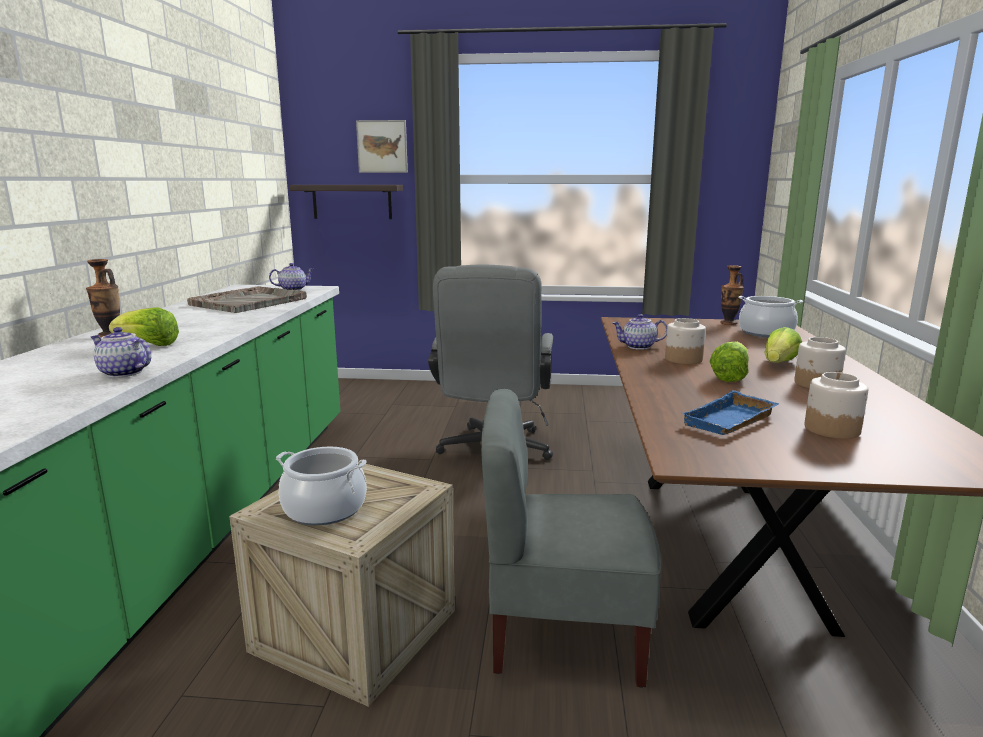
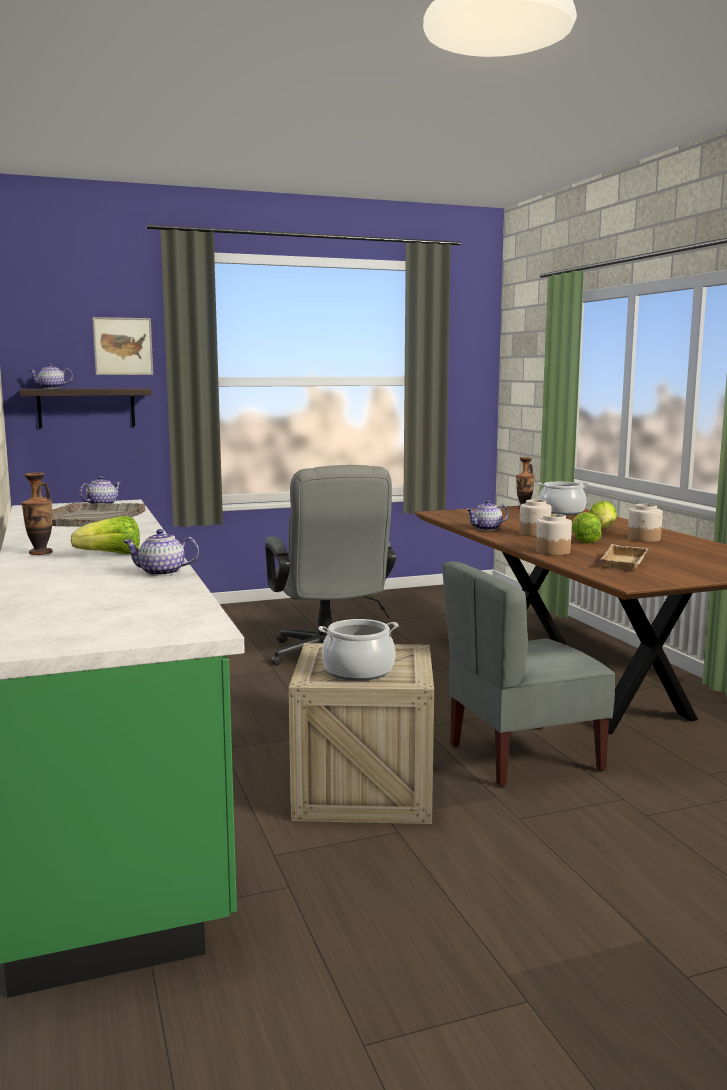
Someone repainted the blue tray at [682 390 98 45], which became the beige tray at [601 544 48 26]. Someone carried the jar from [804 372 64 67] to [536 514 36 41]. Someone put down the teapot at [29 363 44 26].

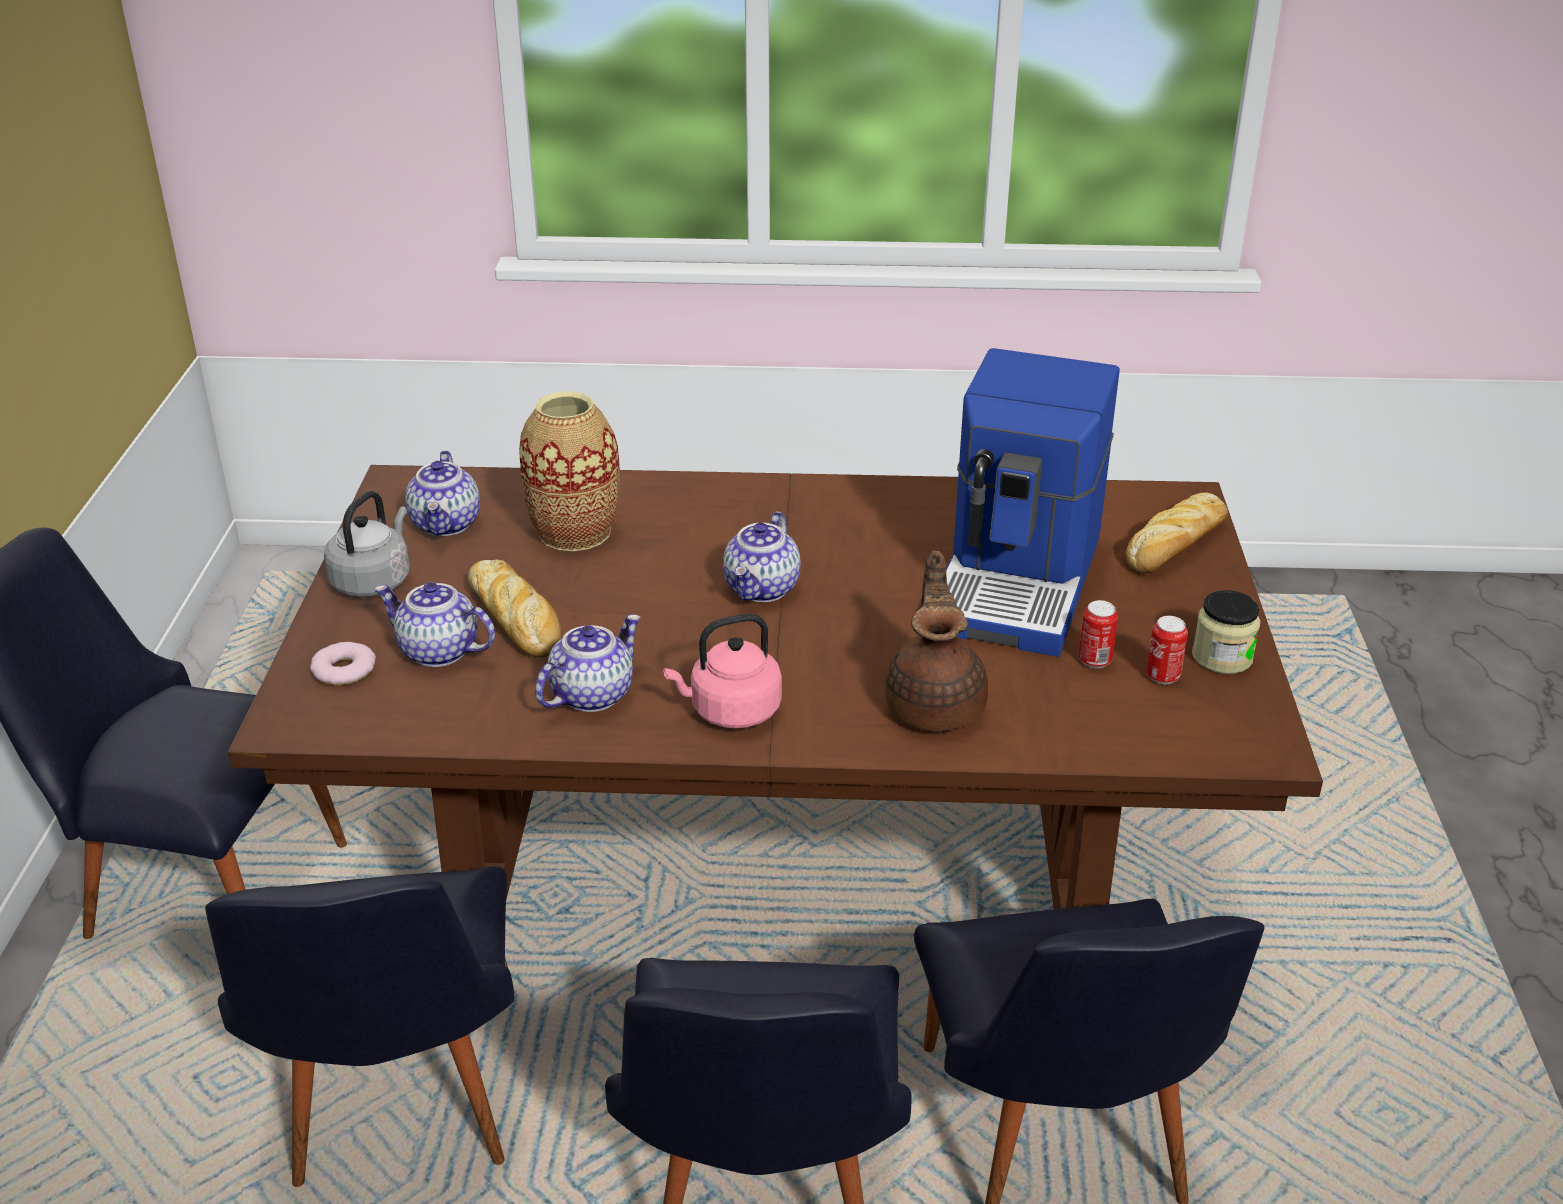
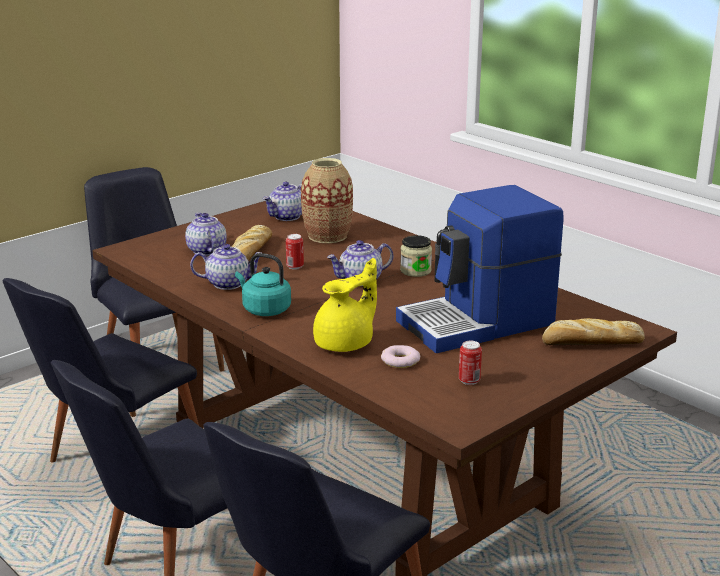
Someone carried the donut from [310 642 66 43] to [381 345 39 23]. Someone took away the grey kettle at [324 491 86 106]. Someone repainted the pink kettle at [663 614 119 115], which became the turquoise kettle at [235 253 56 63]. Someone repainted the brown teapot at [885 551 103 180], which became the yellow teapot at [313 258 64 94]. Someone carried the can from [1078 600 40 68] to [286 234 18 36]. Someone carried the jar from [1192 590 68 84] to [400 235 32 42].

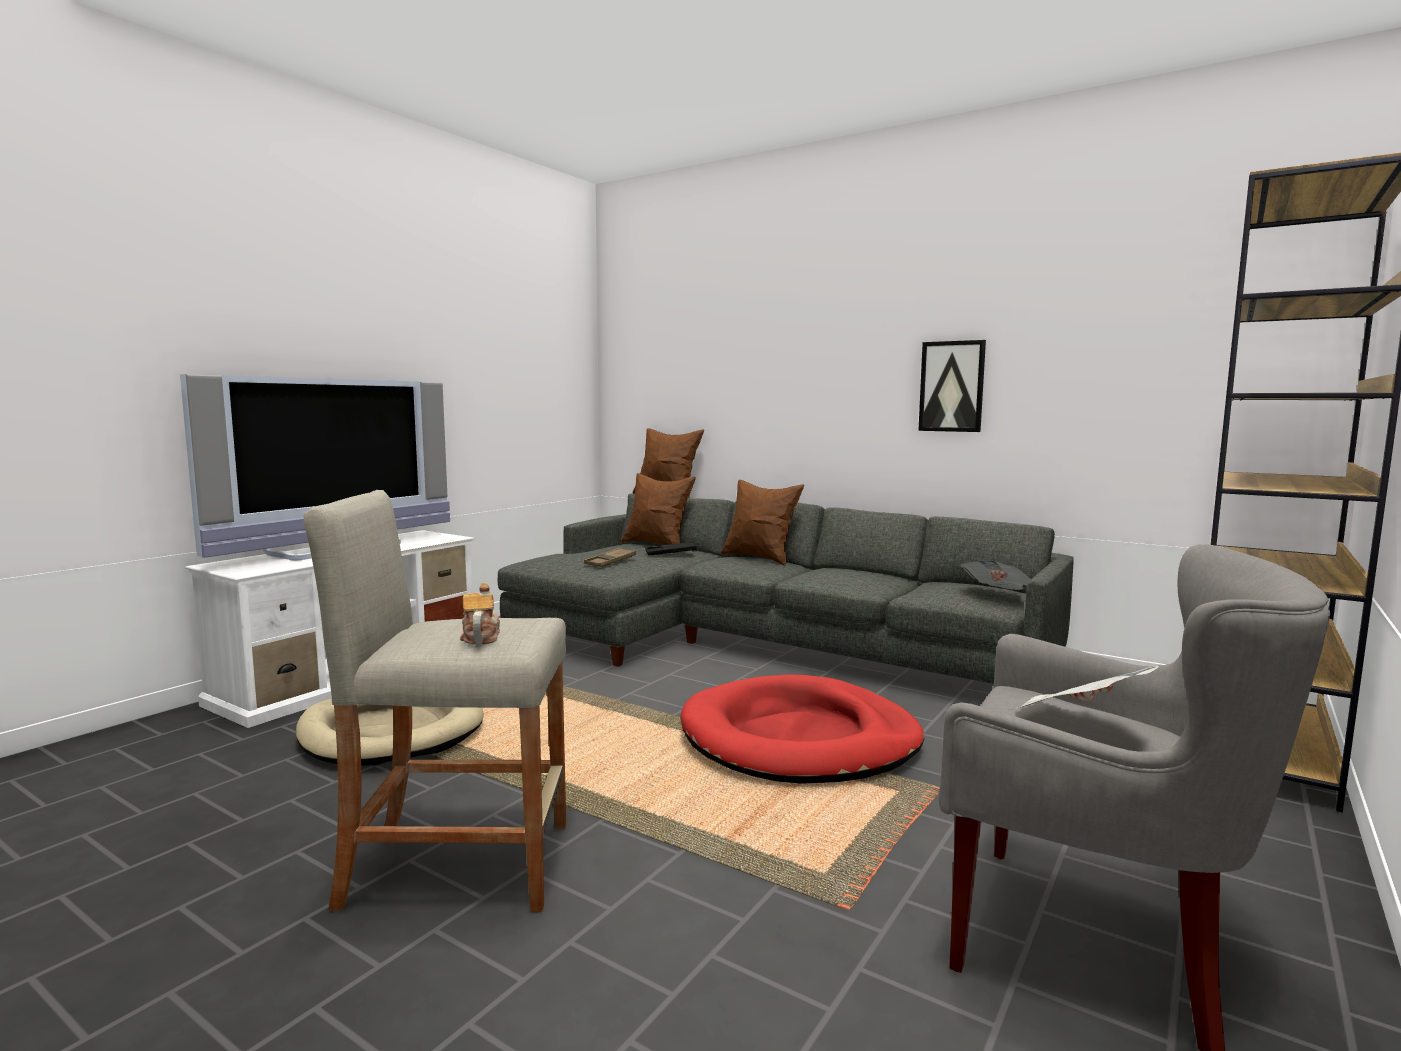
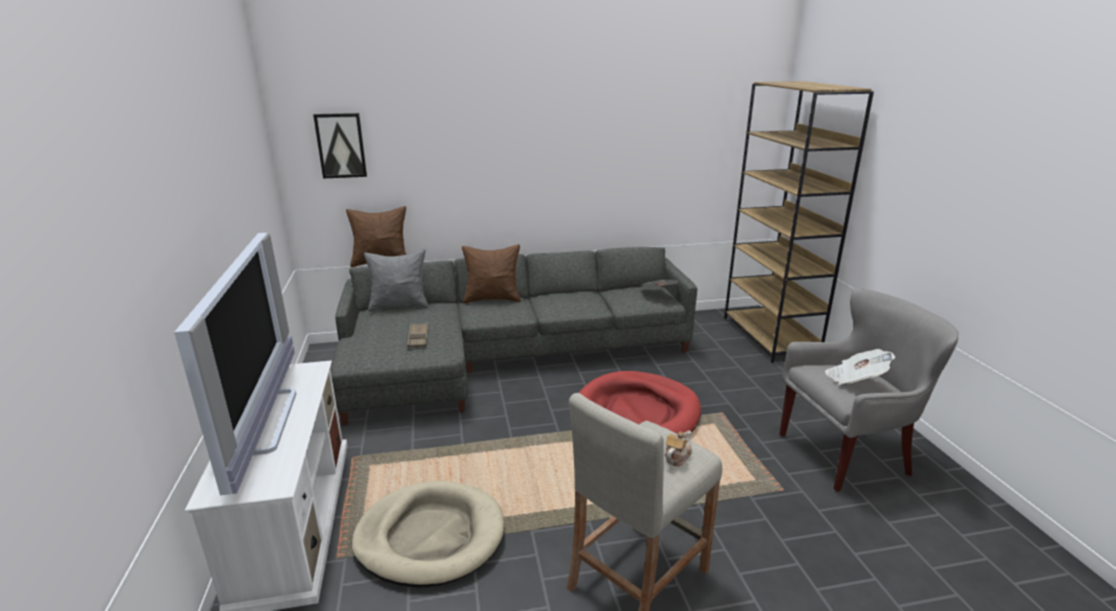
Someone rotated the teapot at [460 583 40 62] by 90 degrees clockwise. Someone repainted the brown pillow at [621 473 75 72], which became the grey pillow at [364 249 65 63]. Someone took away the black tray at [645 542 51 13]. Someone carried the picture from [918 340 68 92] to [313 113 54 66].

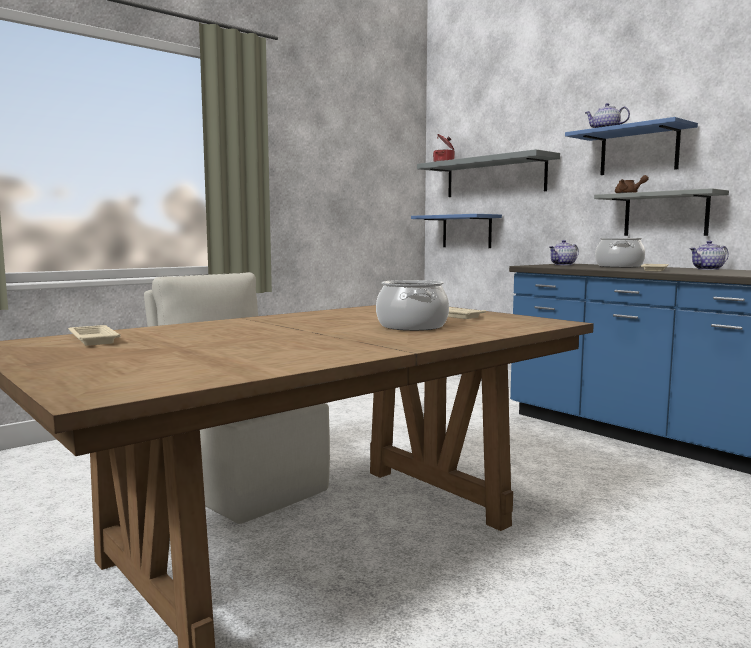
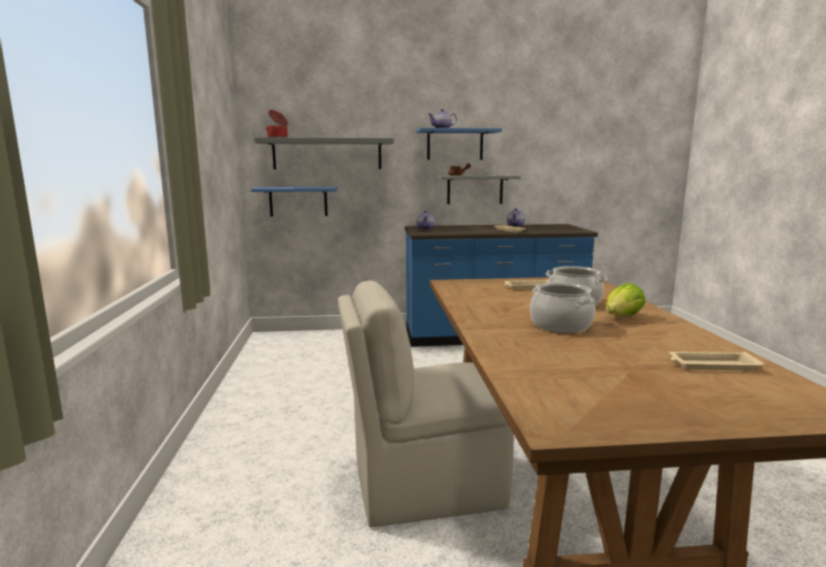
Someone carried the beige tray from [68 325 52 21] to [669 352 96 18]. Someone carried the cooking pot from [595 238 50 30] to [530 283 66 50]. Someone put down the lettuce at [606 283 40 32].

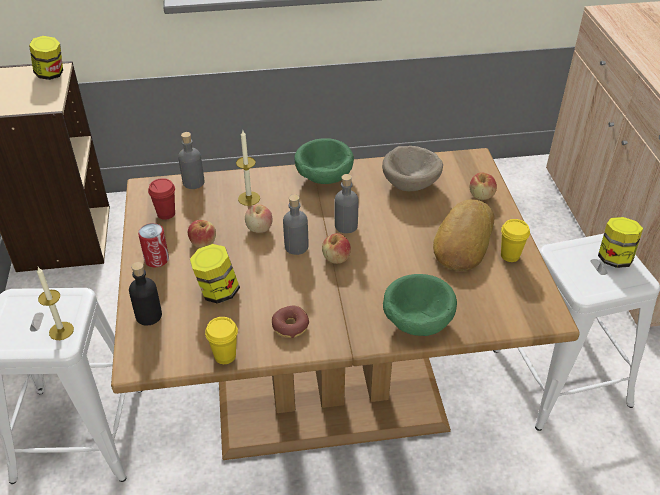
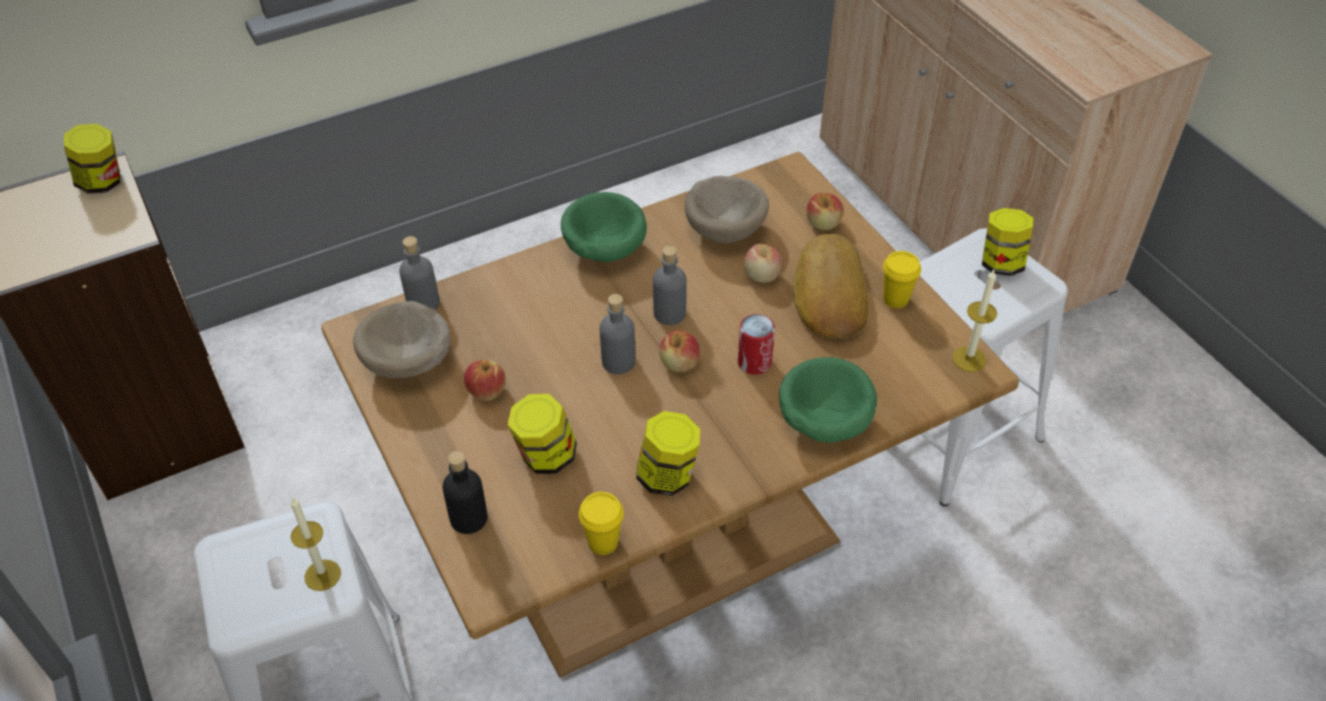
Someone carried the can from [138 223 31 44] to [738 314 37 61]. Someone swapped the red cup at [148 178 27 42] for the beige bowl at [353 301 98 77]. Someone carried the candle from [236 130 24 76] to [952 270 45 102]. Someone carried the apple from [245 204 28 29] to [744 244 38 39]. Someone swapped the donut at [272 306 37 32] for the jar at [636 411 64 85].

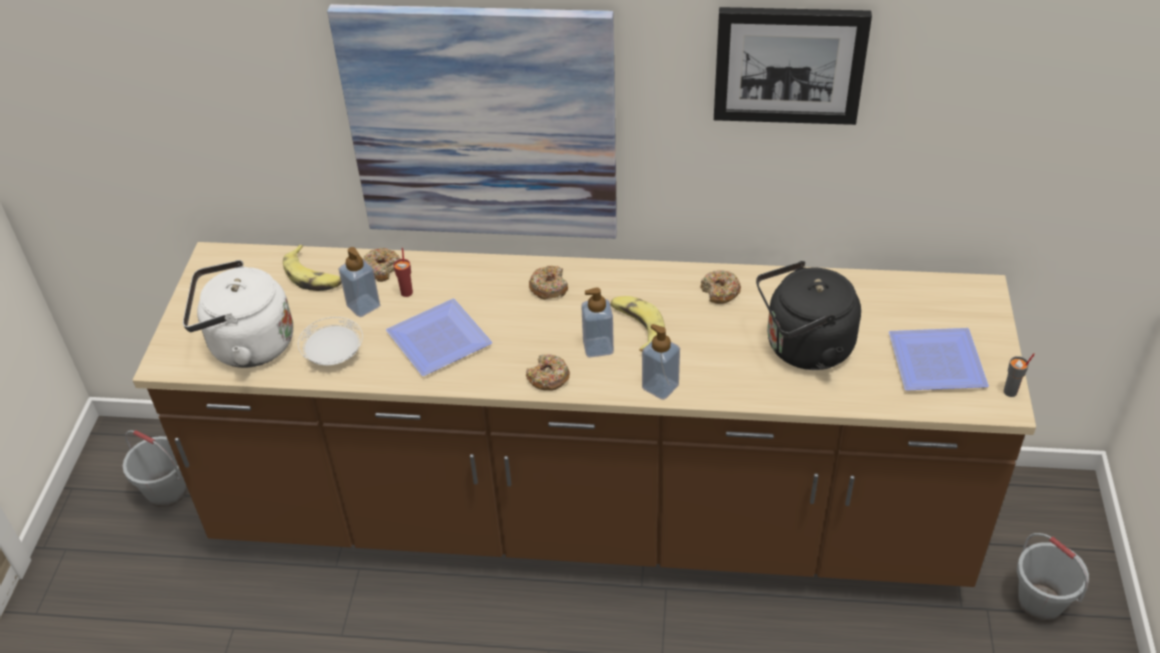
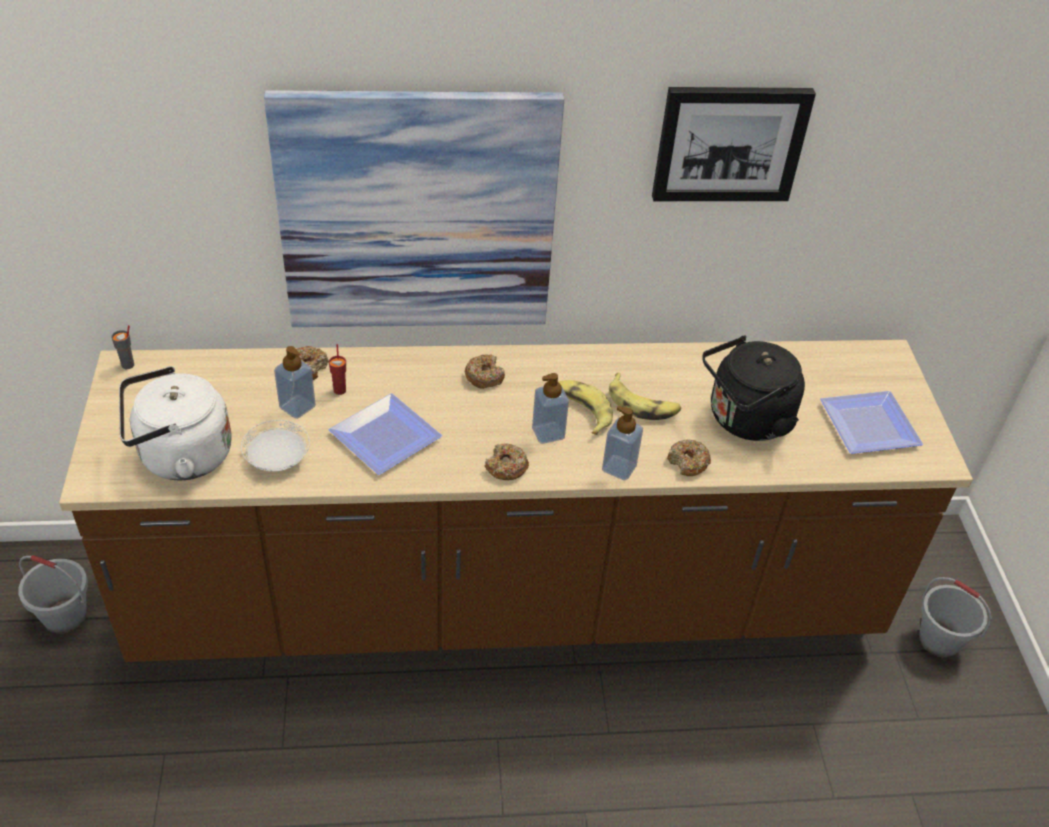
Someone carried the banana from [283 245 59 46] to [609 373 72 47]. Someone carried the donut from [700 270 41 34] to [667 439 44 37]. Someone carried the grey cup from [1004 353 31 44] to [111 325 23 44].

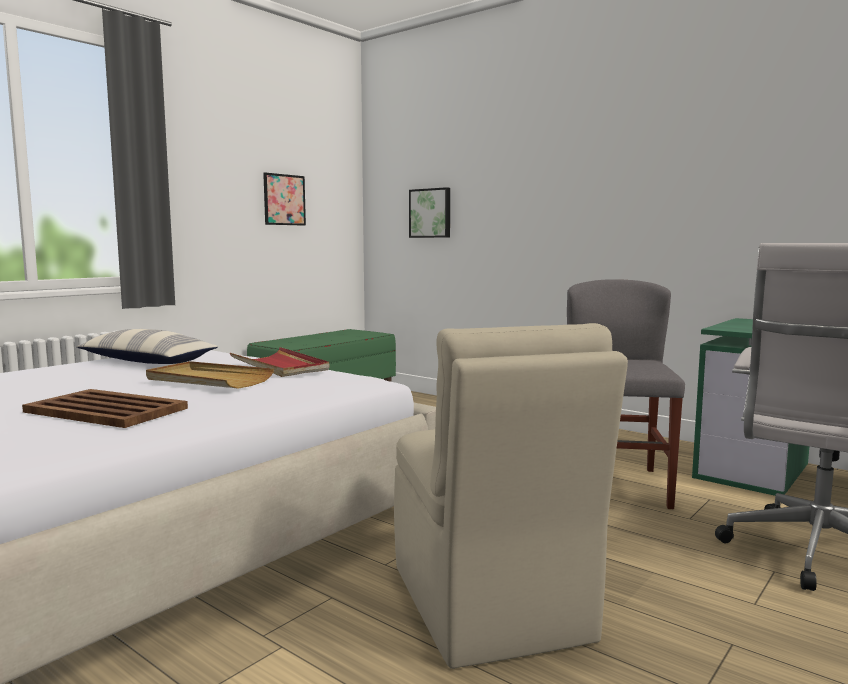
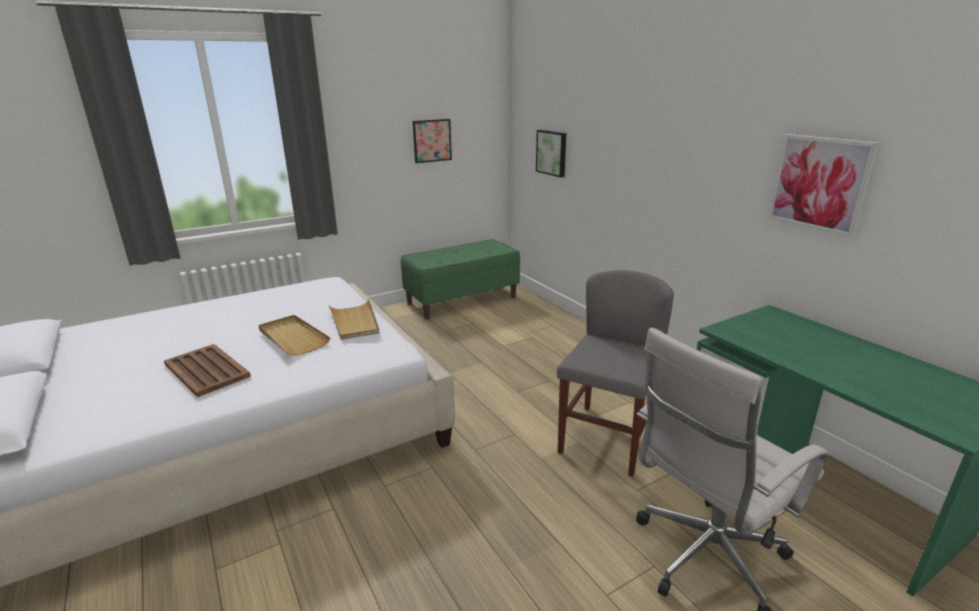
Someone took away the pillow at [77 329 141 35]. Someone repainted the red tray at [230 347 99 30], which became the beige tray at [329 299 51 41]. Someone took away the beige chair at [394 323 234 346]. Someone put up the picture at [768 134 111 104].

